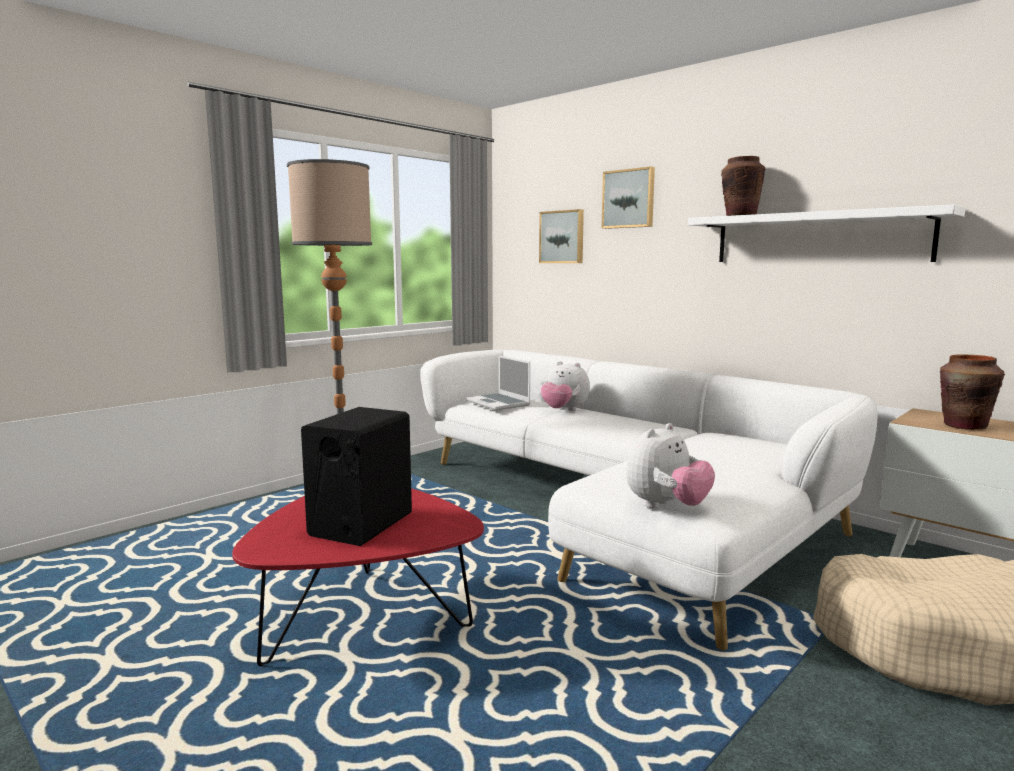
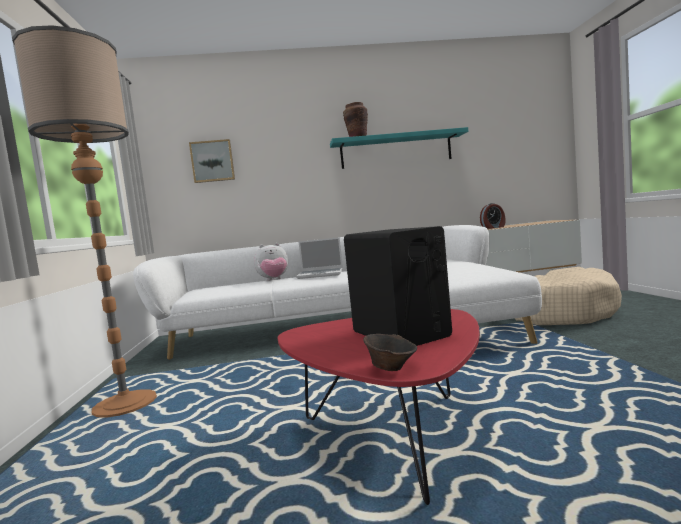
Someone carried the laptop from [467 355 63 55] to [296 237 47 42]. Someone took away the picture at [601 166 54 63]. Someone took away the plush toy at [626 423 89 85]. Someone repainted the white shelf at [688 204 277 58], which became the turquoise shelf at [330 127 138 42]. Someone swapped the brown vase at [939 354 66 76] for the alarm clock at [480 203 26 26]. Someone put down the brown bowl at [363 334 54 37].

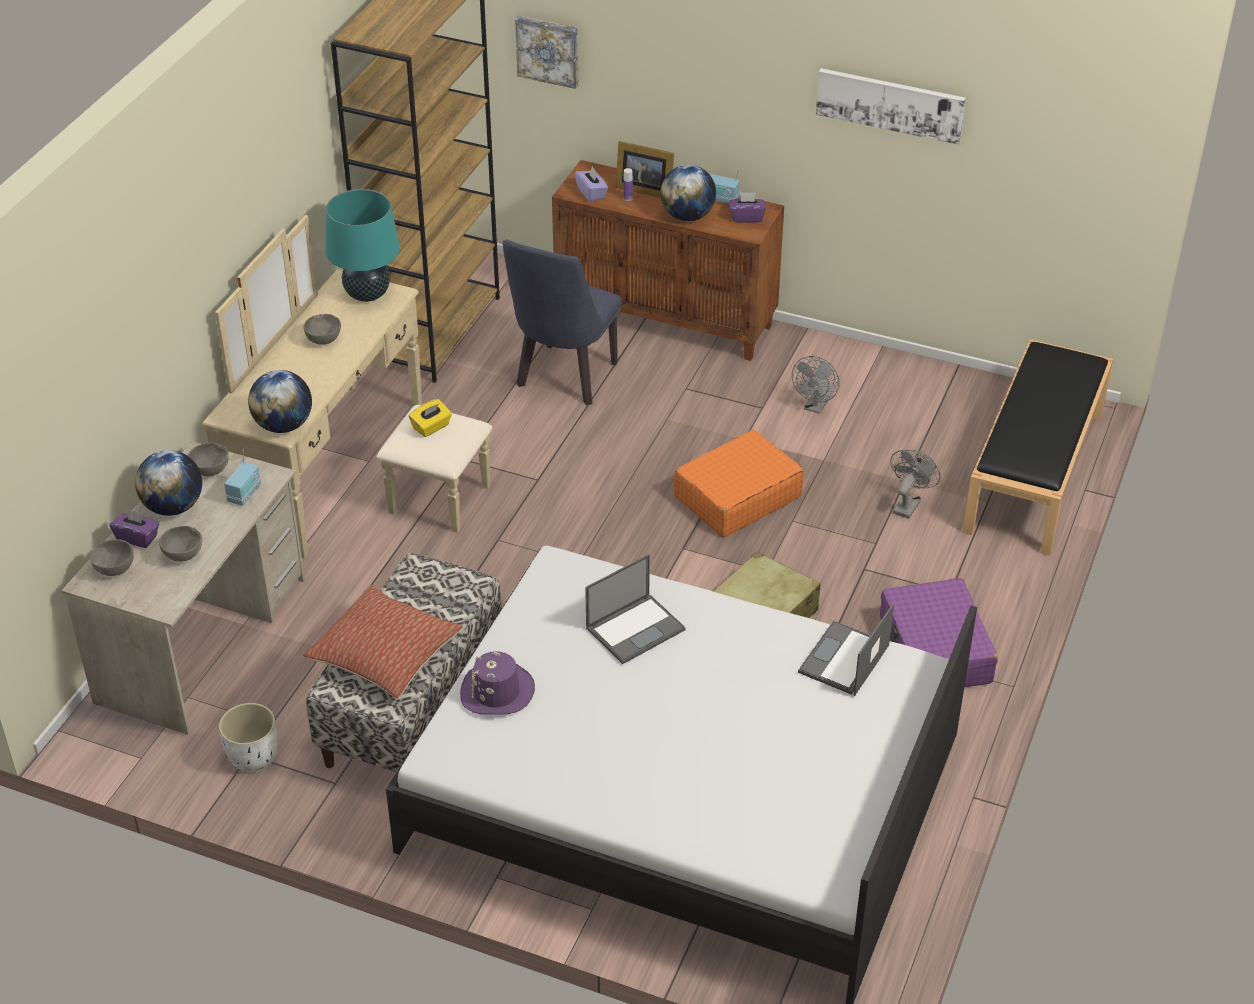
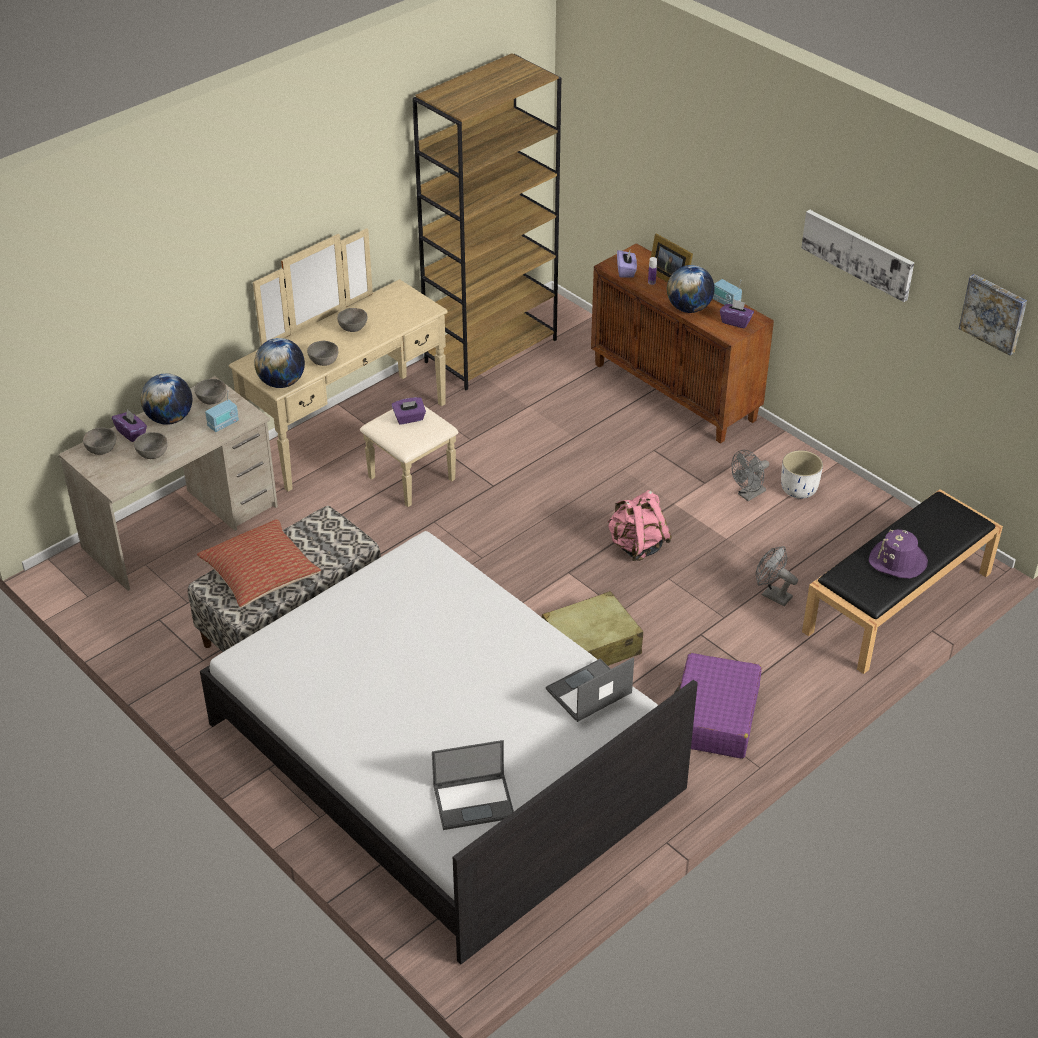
Someone carried the white planter from [219 703 59 68] to [781 450 42 49]. Someone took away the turquoise table lamp at [326 189 74 113]. Someone repainted the yellow tissue box at [409 399 43 38], which became the purple tissue box at [392 397 34 28]. Someone carried the purple hat from [460 651 75 64] to [869 530 59 48]. Someone took away the blue chair at [503 239 119 166]. Someone carried the picture from [515 16 63 73] to [959 274 68 82]. Someone carried the laptop from [585 554 101 110] to [432 740 82 90]. Someone swapped the orange suitcase at [674 430 130 107] for the pink backpack at [608 490 64 71]. Someone rotated the grey fan at [890 450 51 69] by 105 degrees counterclockwise. Someone put down the grey bowl at [307 341 31 25].

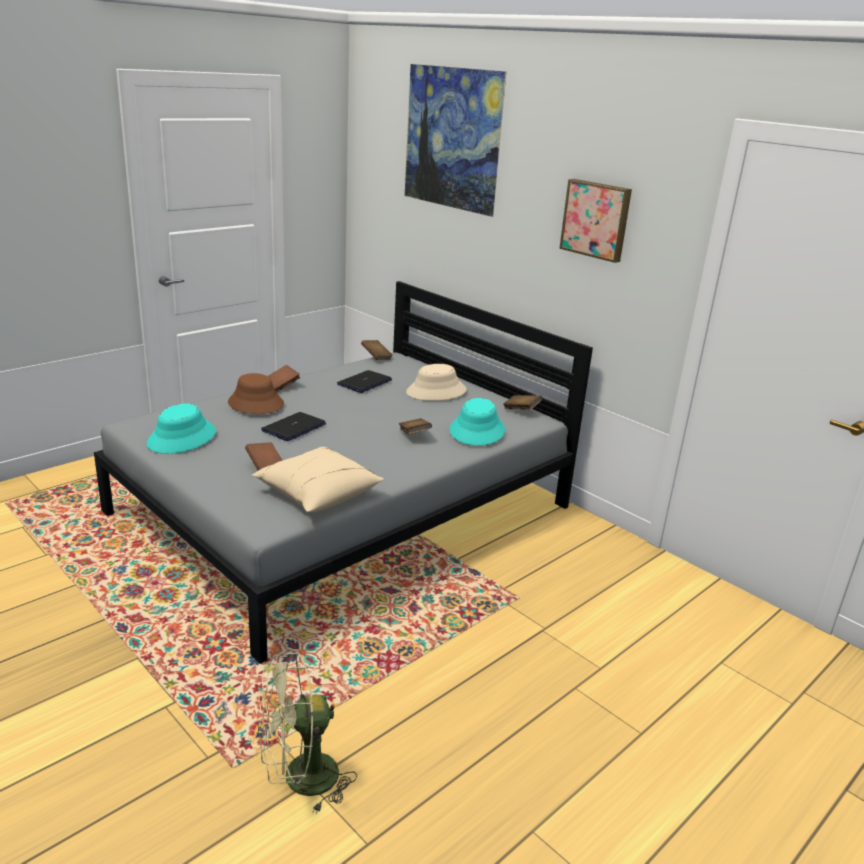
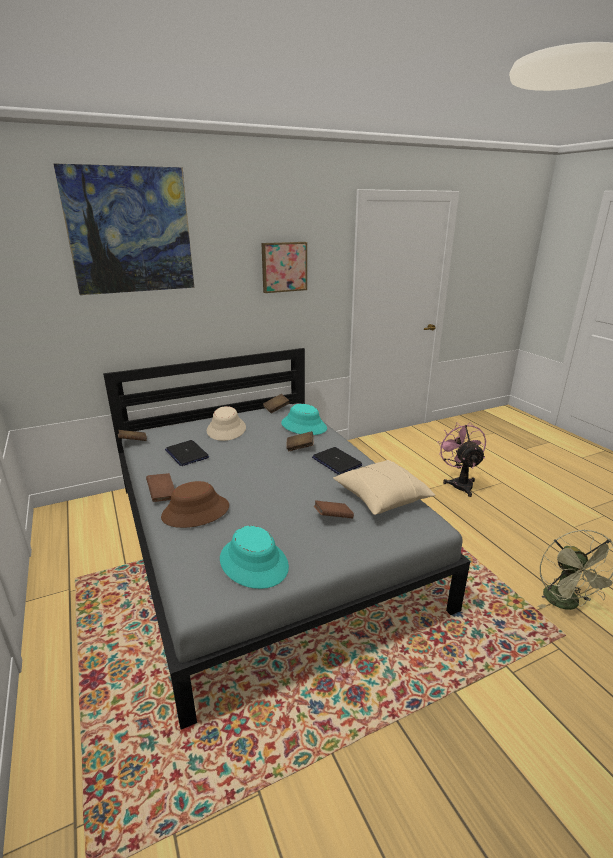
Someone carried the laptop from [261 412 65 29] to [312 447 50 28]. Someone put down the pink fan at [437 422 49 75].

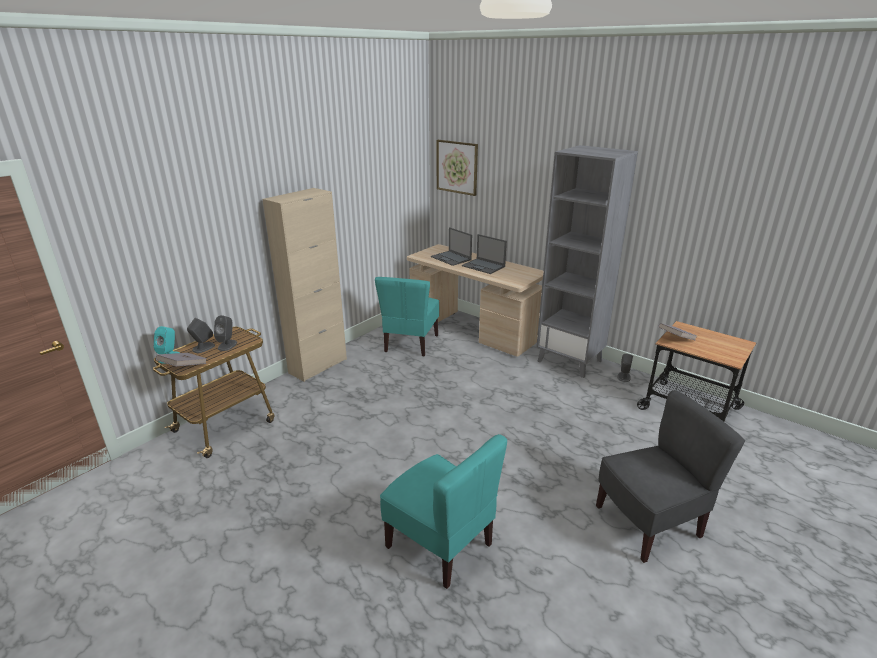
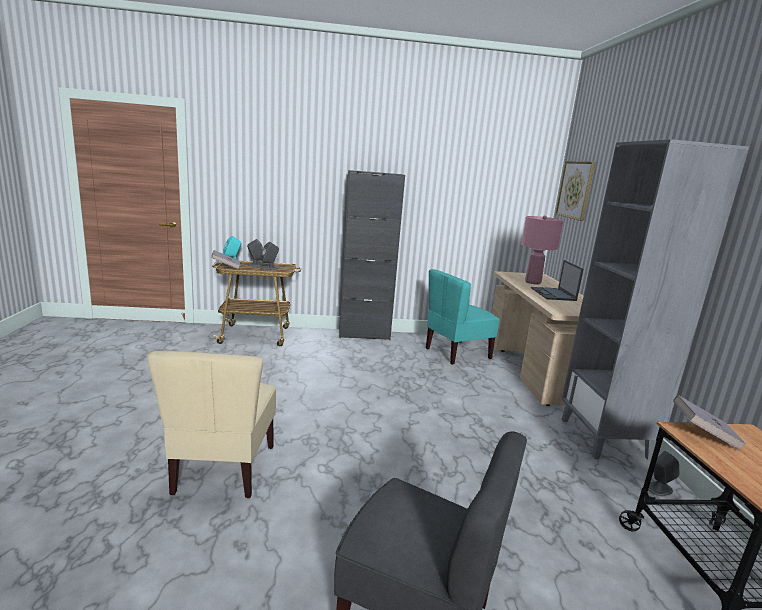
Someone repainted the beige cabinet at [262 188 85 194], which became the black cabinet at [339 170 66 170]. Someone repainted the turquoise chair at [380 434 127 155], which became the beige chair at [147 351 129 147]. Someone swapped the laptop at [431 227 41 39] for the pink table lamp at [521 215 42 69].

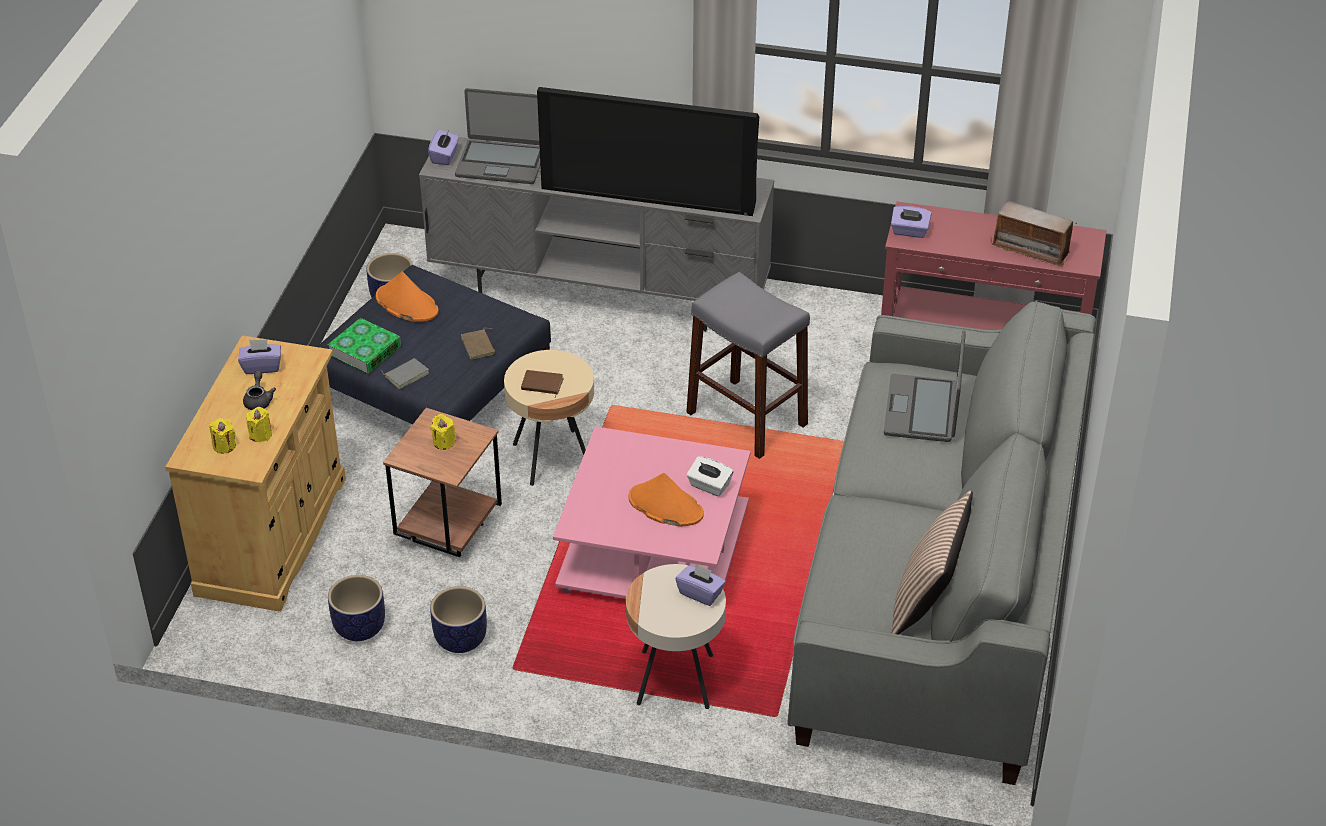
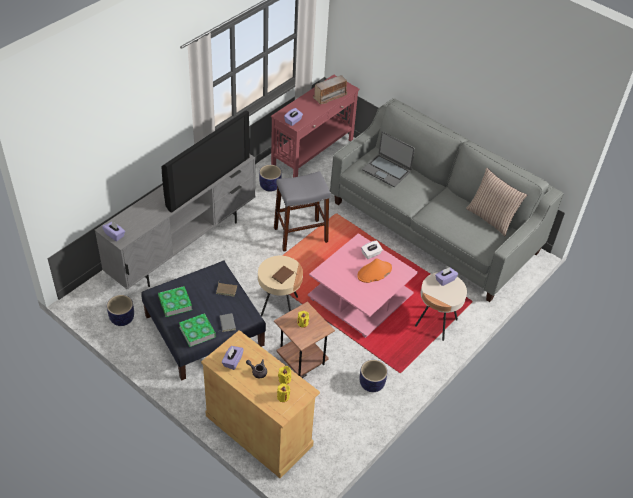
Someone carried the planter from [328 575 57 66] to [259 165 23 27]. Someone swapped the orange hat at [376 272 63 50] for the book at [158 286 34 31]. Someone took away the laptop at [455 88 85 96].

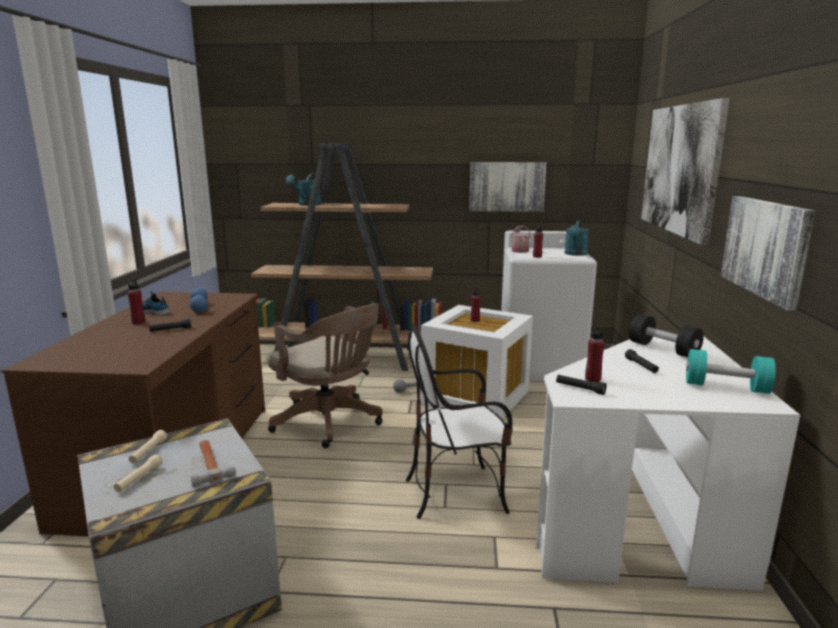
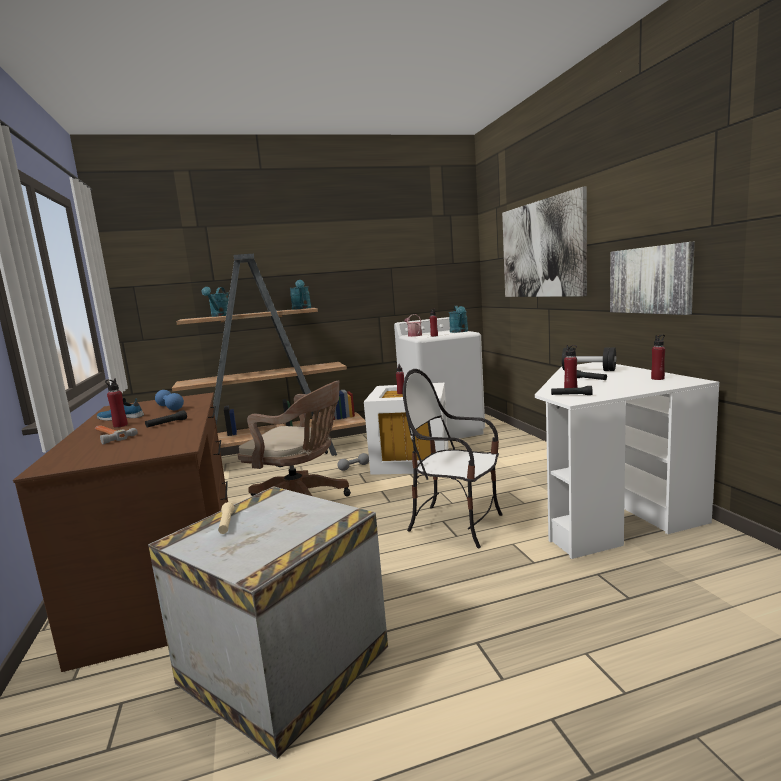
Someone took away the beige flashlight at [114 454 49 38]. Someone carried the hammer from [191 440 45 48] to [95 425 43 20]. Someone rotated the chair at [406 323 107 196] by 60 degrees clockwise. Someone took away the picture at [469 162 77 50]. Someone swapped the turquoise dumbbell at [686 349 90 45] for the red bottle at [651 335 14 45]. Someone put down the turquoise watering can at [290 280 21 30].

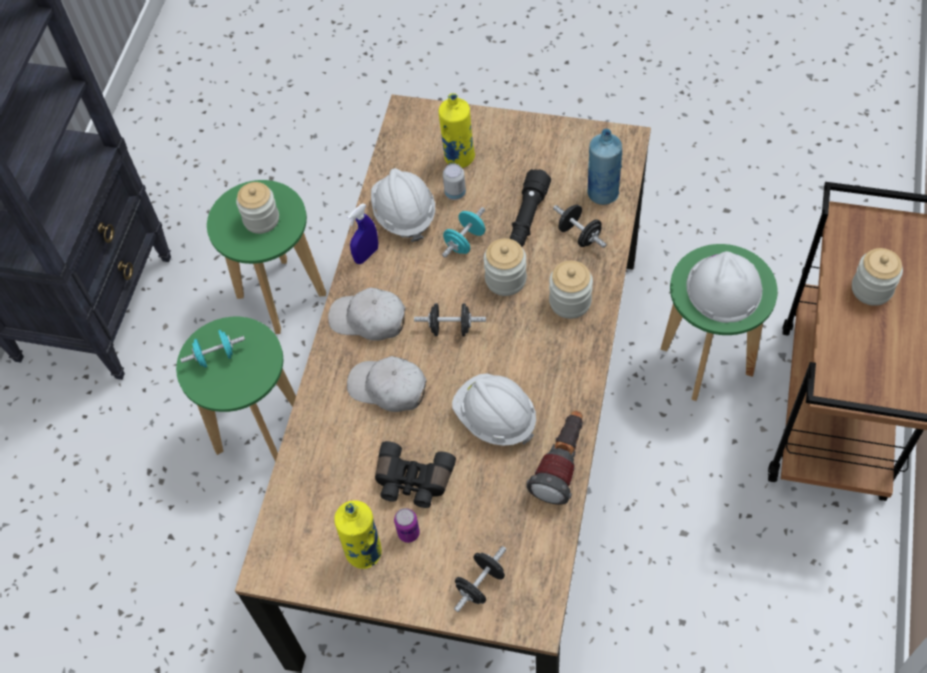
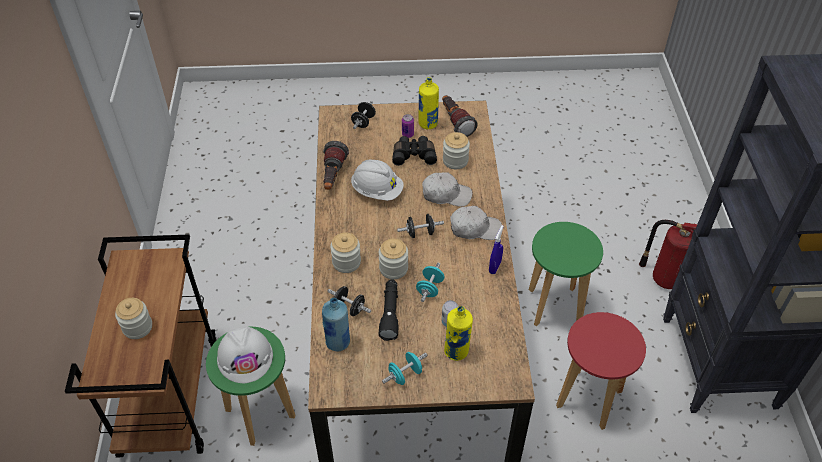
Someone carried the turquoise dumbbell from [180 330 65 38] to [382 352 46 33]. Someone repainted the green stool at [207 180 119 154], which became the red stool at [556 312 90 118]. Someone carried the jar from [236 182 43 52] to [443 132 27 37]. Someone took away the white hard hat at [371 168 64 74]. Someone put down the flashlight at [442 95 36 42]. Someone put down the fire extinguisher at [639 220 58 69].

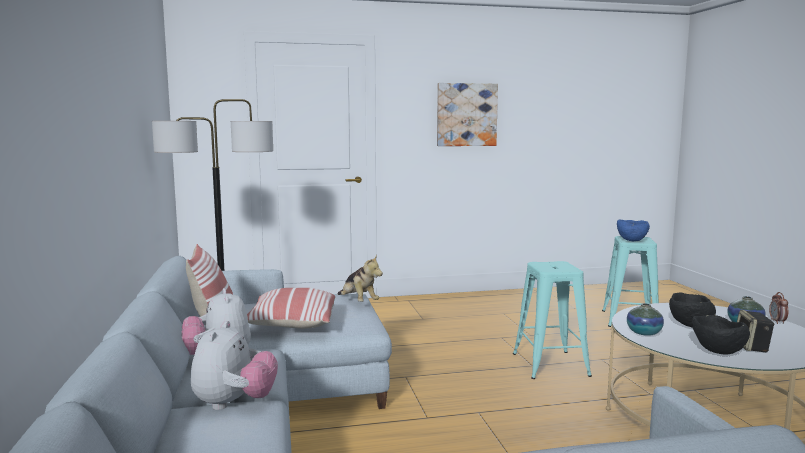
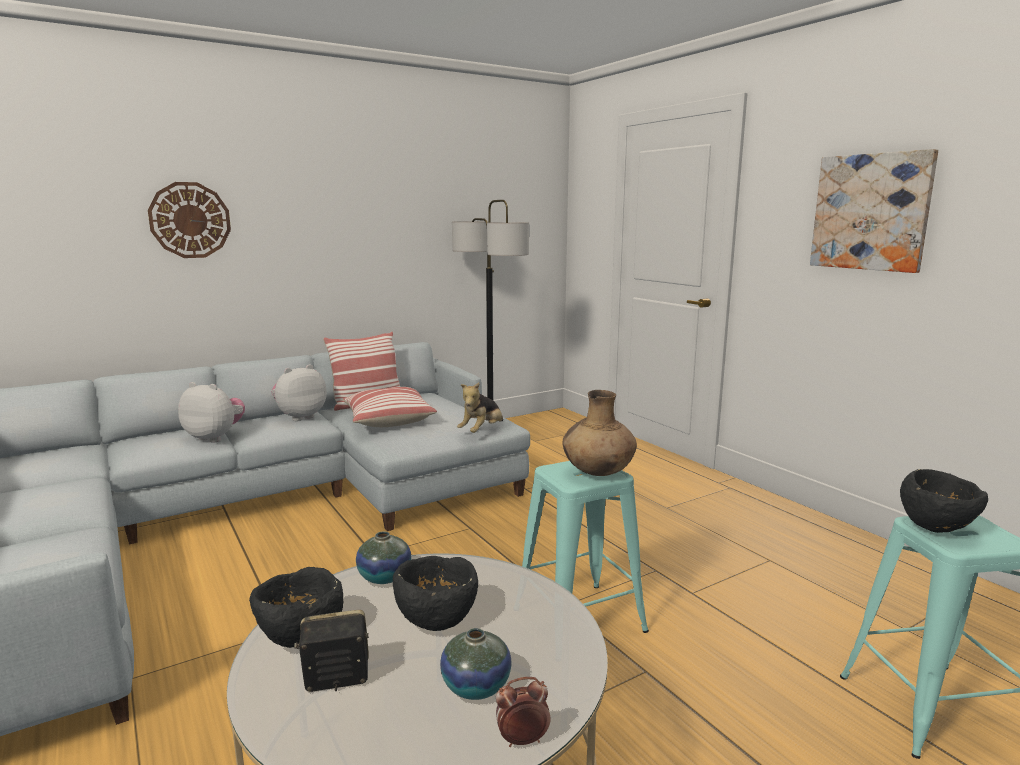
Someone rotated the plush toy at [191 321 87 89] by 150 degrees counterclockwise. Someone repainted the blue bowl at [617 220 33 21], which became the black bowl at [900 469 88 64]. Someone put up the wall clock at [148 182 83 76]. Someone put down the brown vase at [563 390 74 86].

